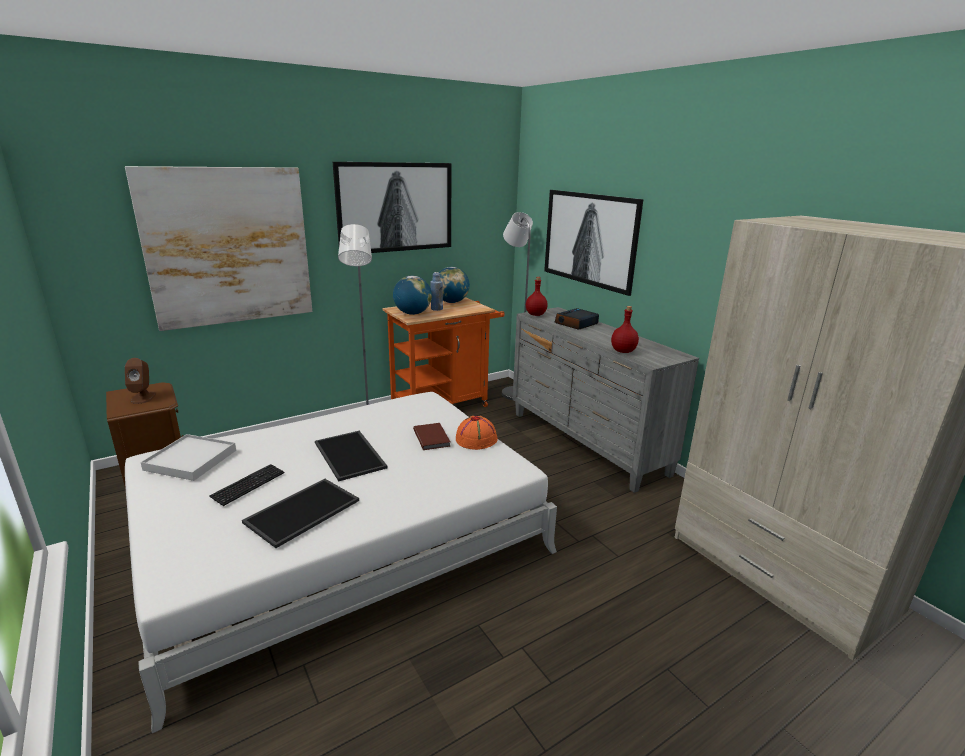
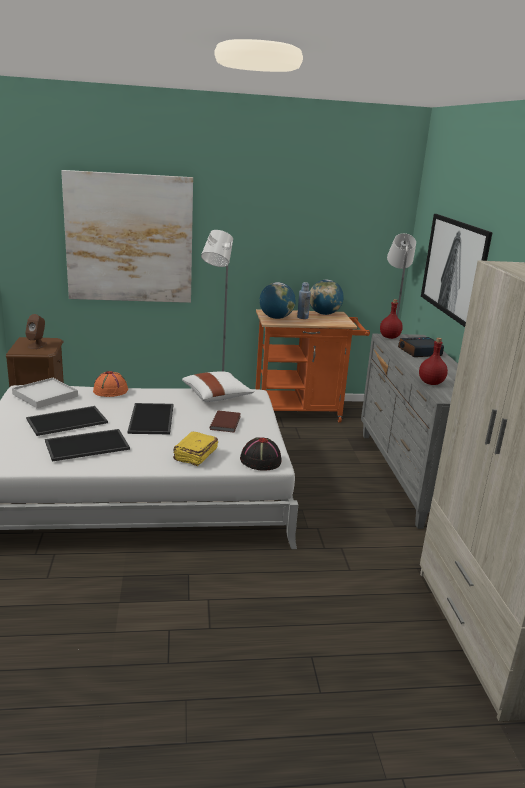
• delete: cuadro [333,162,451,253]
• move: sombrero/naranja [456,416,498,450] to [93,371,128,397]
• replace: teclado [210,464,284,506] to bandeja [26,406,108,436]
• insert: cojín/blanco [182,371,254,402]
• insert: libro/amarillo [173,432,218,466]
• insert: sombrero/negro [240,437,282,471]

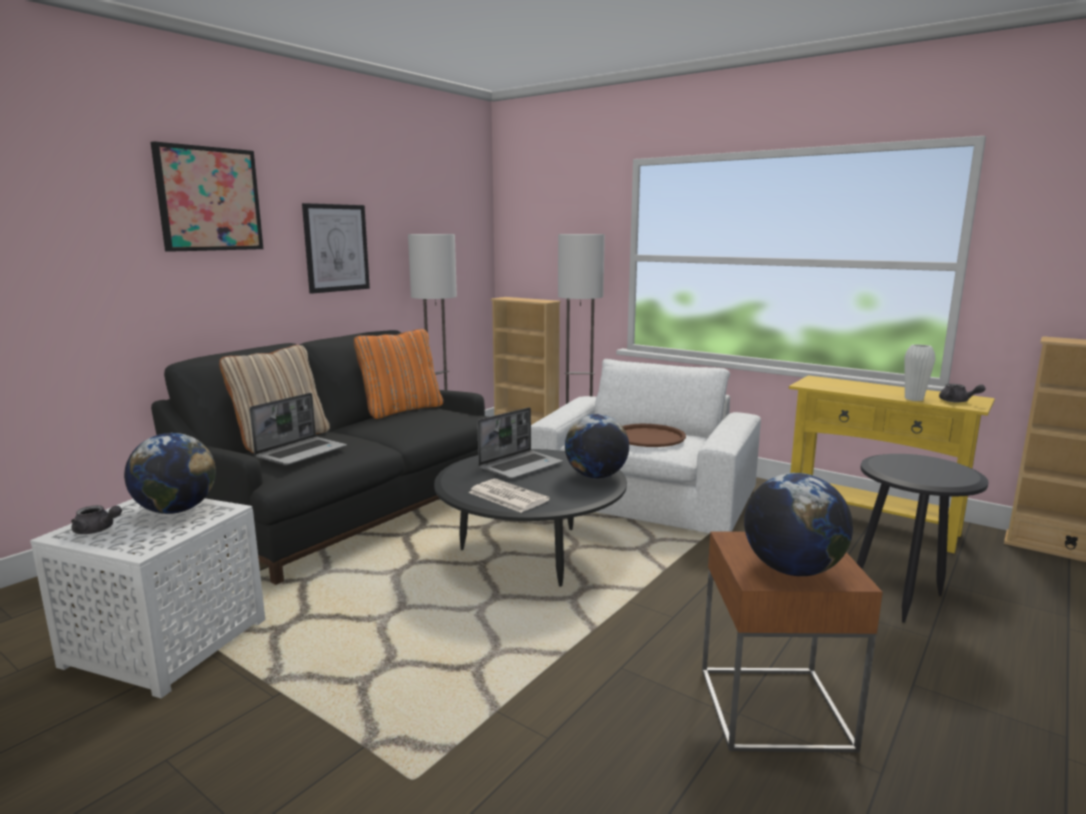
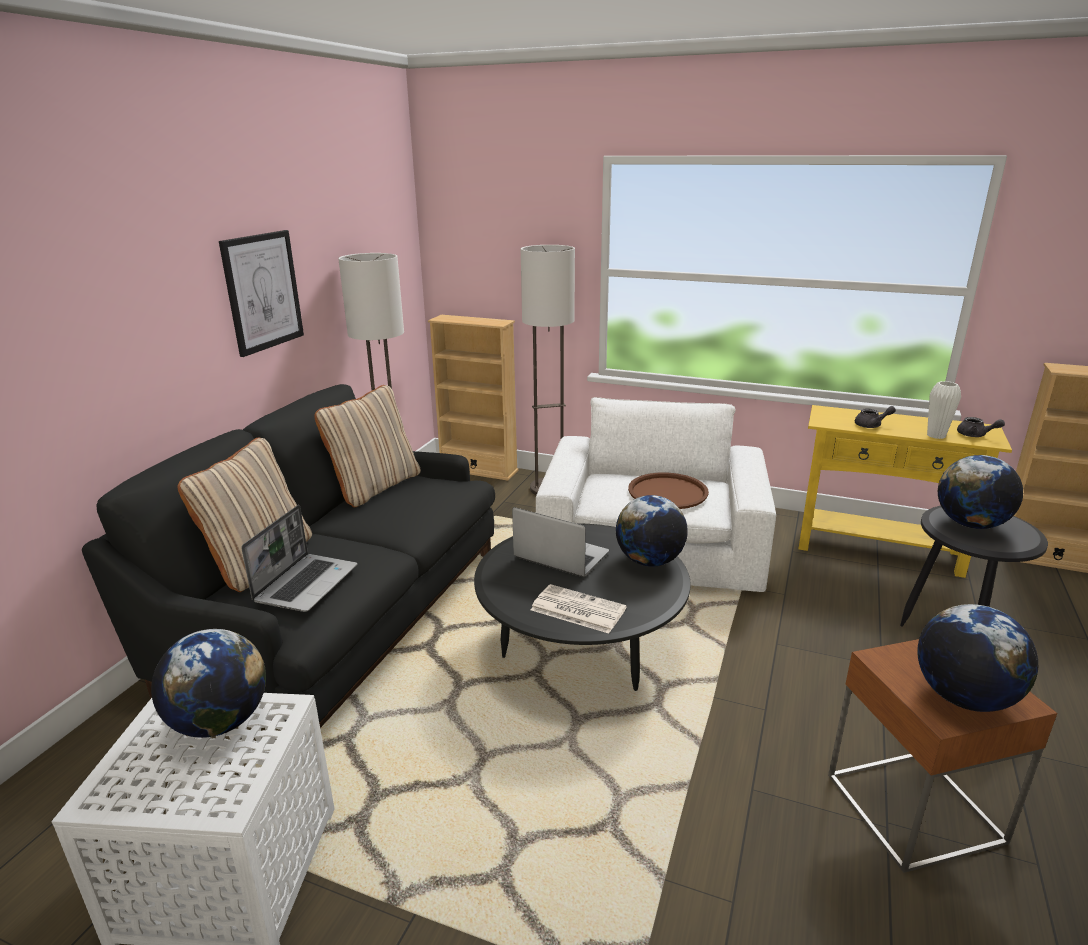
• delete: cuadro [151,141,263,252]
• recolor: cojín/naranja [354,329,443,419] to cojín/beis [314,385,421,507]
• rotate: portátil [477,407,563,479] = [512,507,609,577] 90 degrees counterclockwise
• move: tetera/gris [71,505,122,534] to [855,406,896,428]
• insert: globo terráqueo [938,455,1023,529]

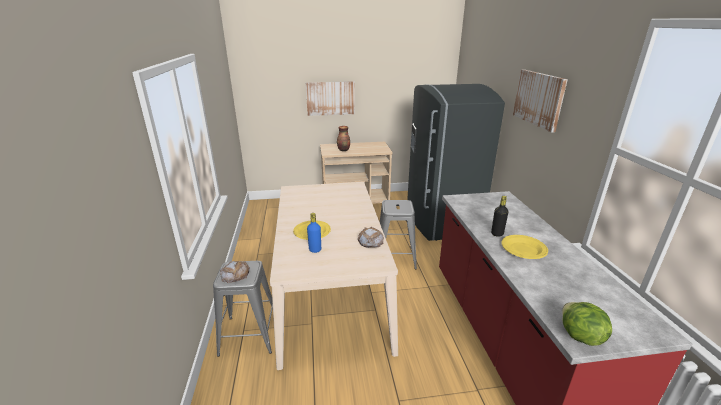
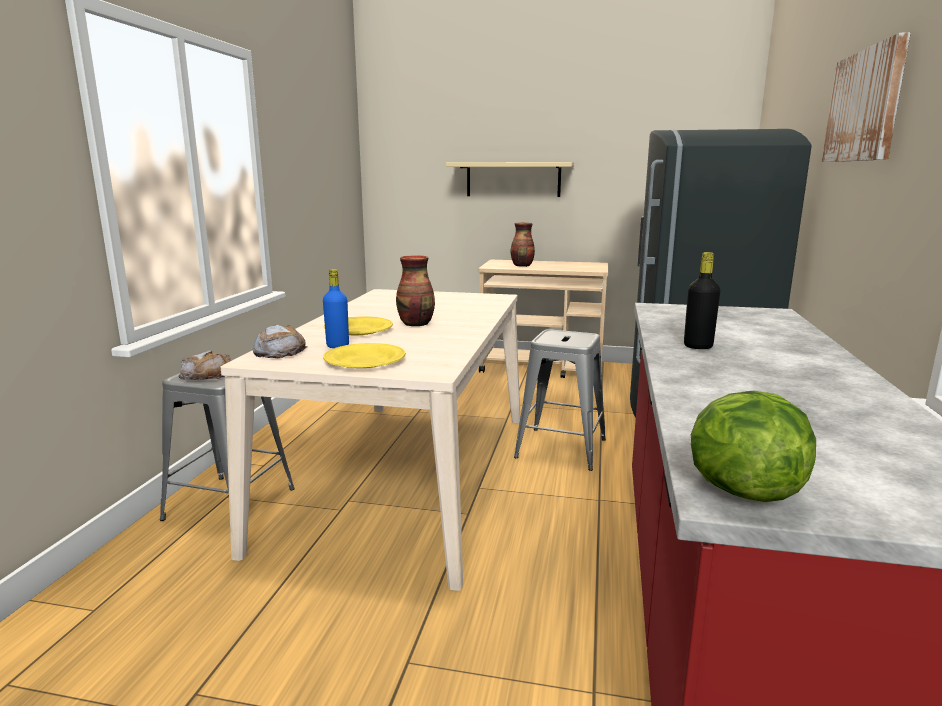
• replace: cuadro [306,81,355,116] to estante/beis [446,162,574,197]
• move: pan [358,227,384,248] to [252,324,307,358]
• move: plato/amarillo [501,235,548,259] to [323,343,406,368]
• insert: florero [396,255,435,326]

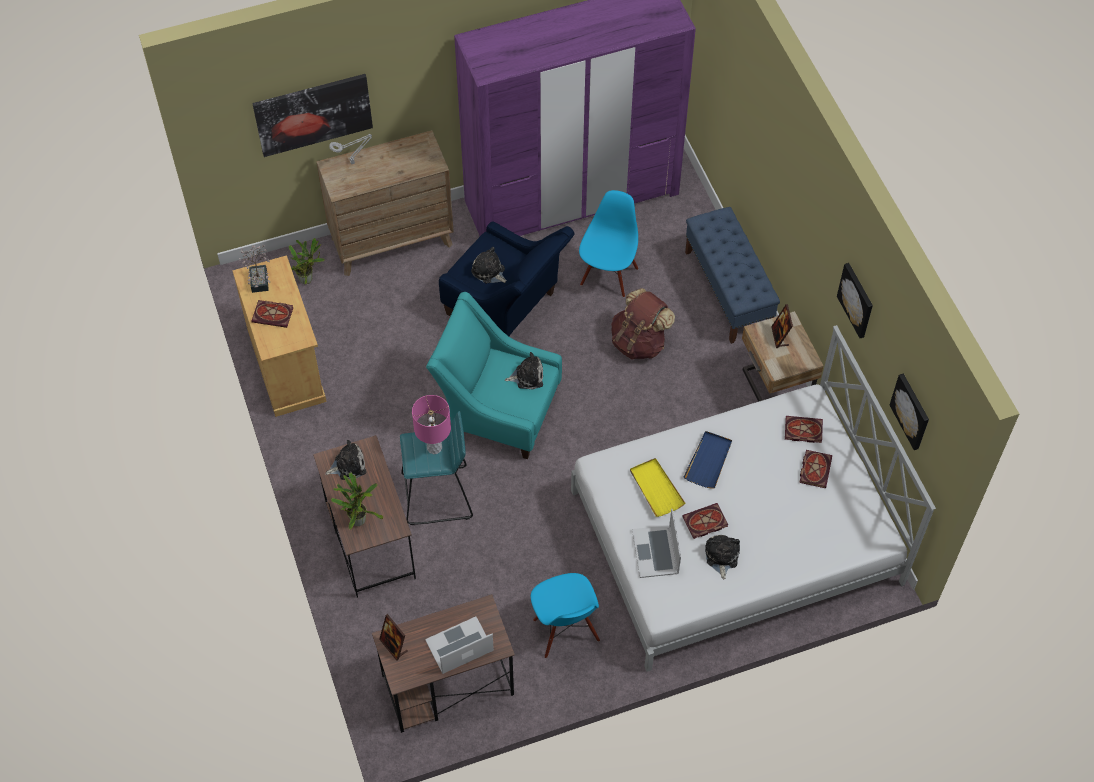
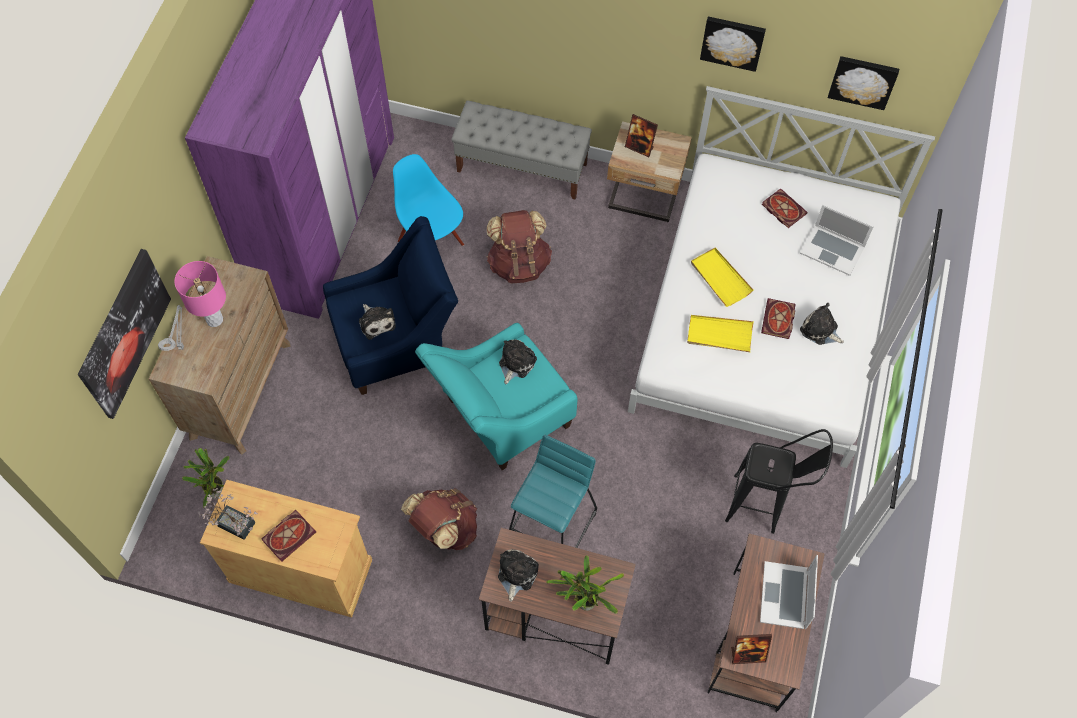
• recolor: banco/azul [685,207,780,344] to banco/gris [452,100,592,200]
• rotate: peluche [471,247,507,283] = [359,304,396,340] 105 degrees counterclockwise
• move: lámpara de mesa/rosa [412,395,451,454] to [174,261,226,327]
• delete: libro [785,416,823,443]
• recolor: bandeja/azul [683,431,732,489] to bandeja/amarillo [691,248,753,307]
• move: portátil [632,509,681,578] to [800,205,873,276]
• replace: silla/azul [531,573,600,658] to taburete/negro [725,429,833,534]
• insert: mochila/marrón [401,488,477,550]

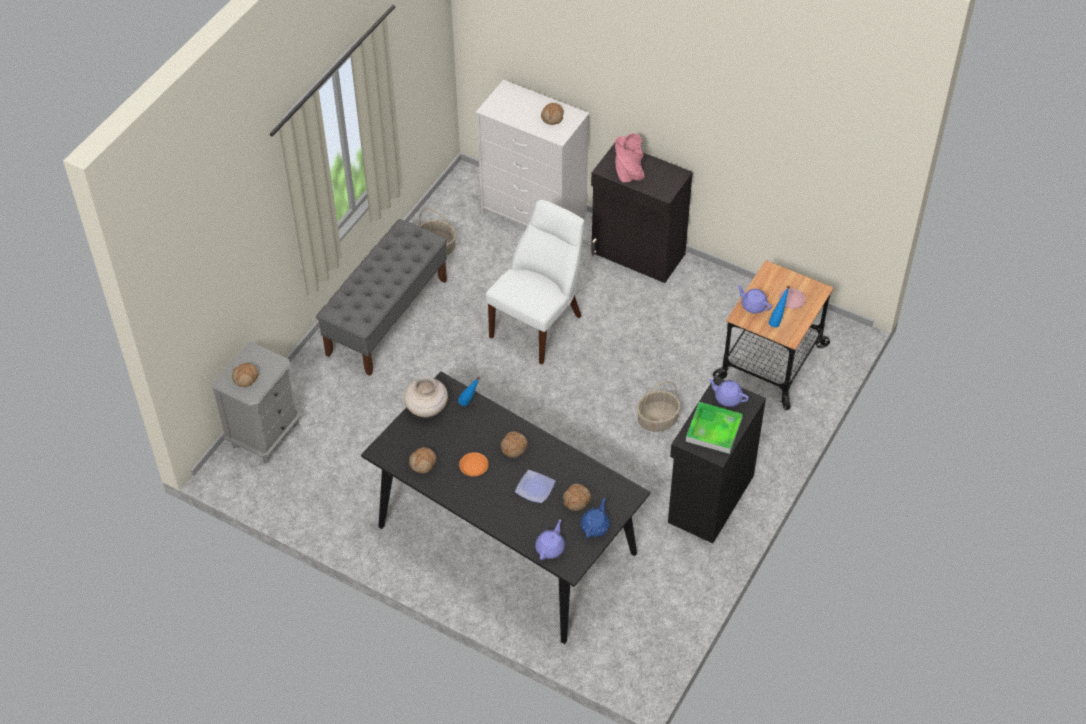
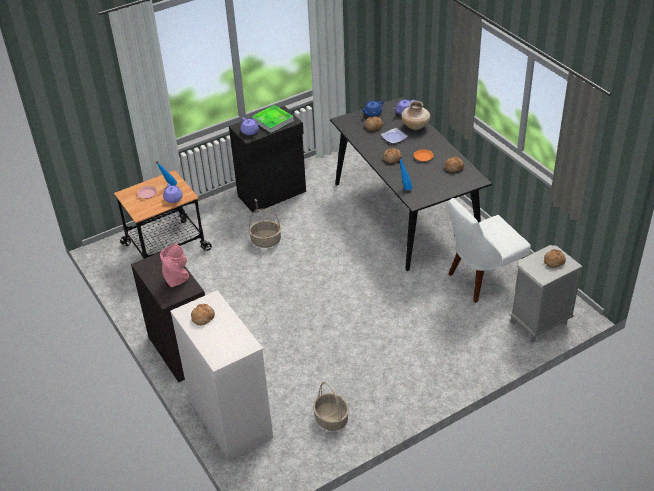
• move: silla/blanco [486,200,584,364] to [449,198,531,303]
• delete: banco/gris [316,219,447,376]
• move: florero/beis [404,376,448,417] to [401,101,430,130]

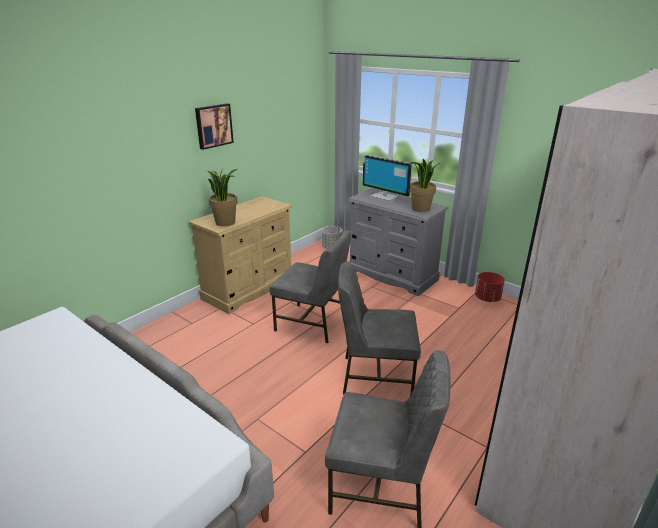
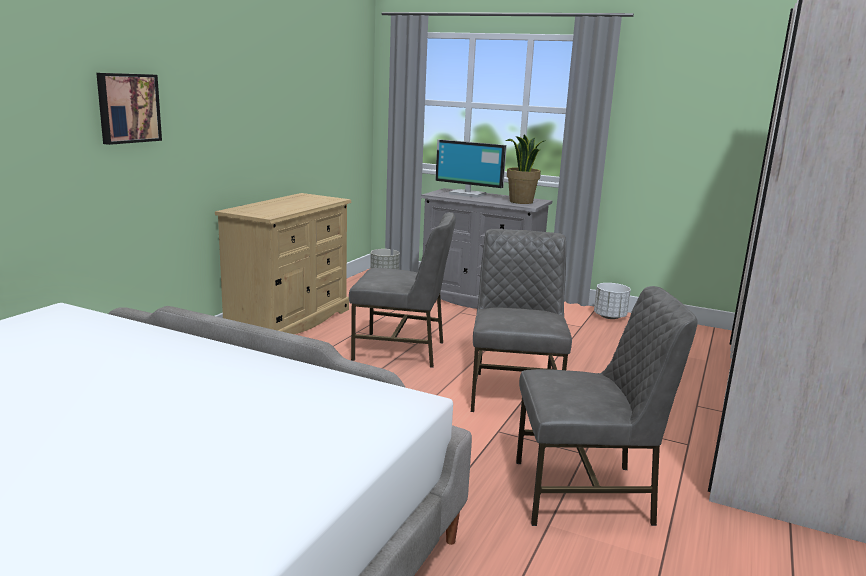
• move: cuadro [195,103,234,150] to [96,73,162,145]
• delete: planta en maceta [208,169,238,226]
• rotate: silla/gris [338,262,421,396] = [471,229,572,412] 105 degrees clockwise
• recolor: maceta/rojo [475,272,505,302] to maceta/blanco [594,283,631,319]

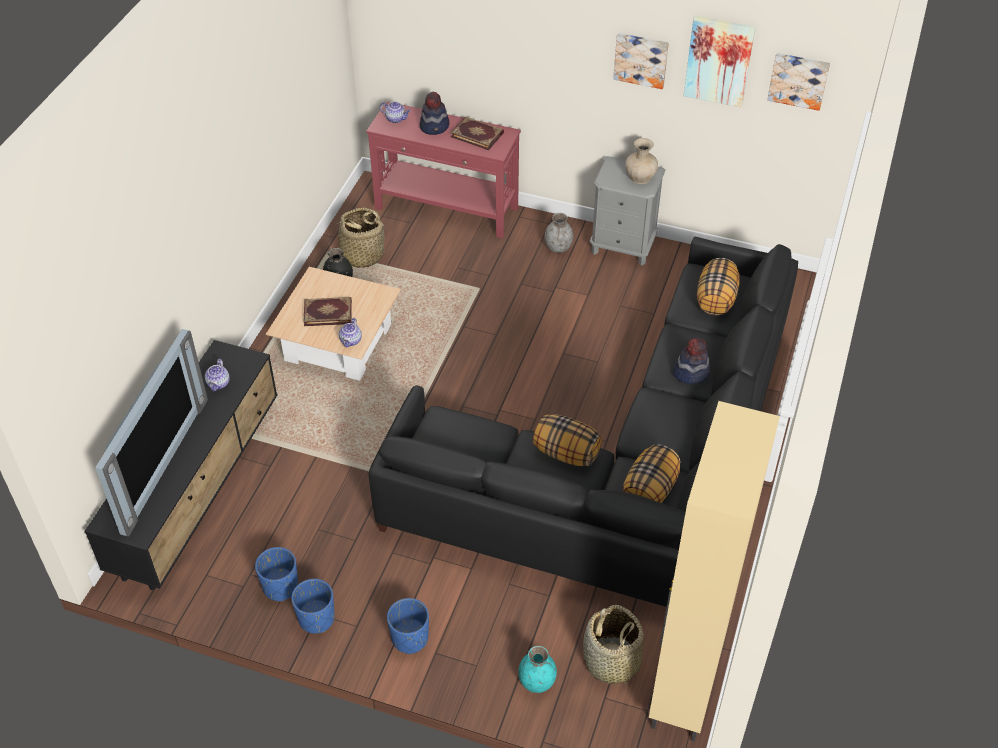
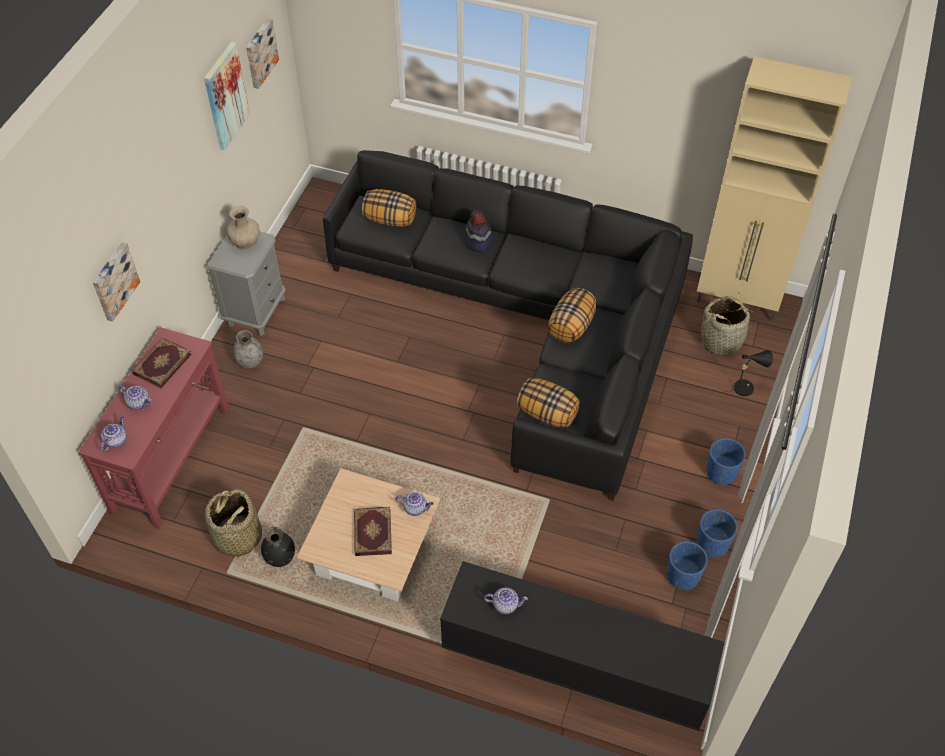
• move: cuadro [613,33,669,89] to [93,242,140,322]
• replace: sombrero [420,91,449,135] to tetera [119,386,151,410]
• delete: televisor [95,329,208,537]
• move: cojín [623,444,680,503] to [517,378,580,427]
• replace: florero/turquesa [518,646,557,693] to lámpara de mesa/negro [726,350,773,396]

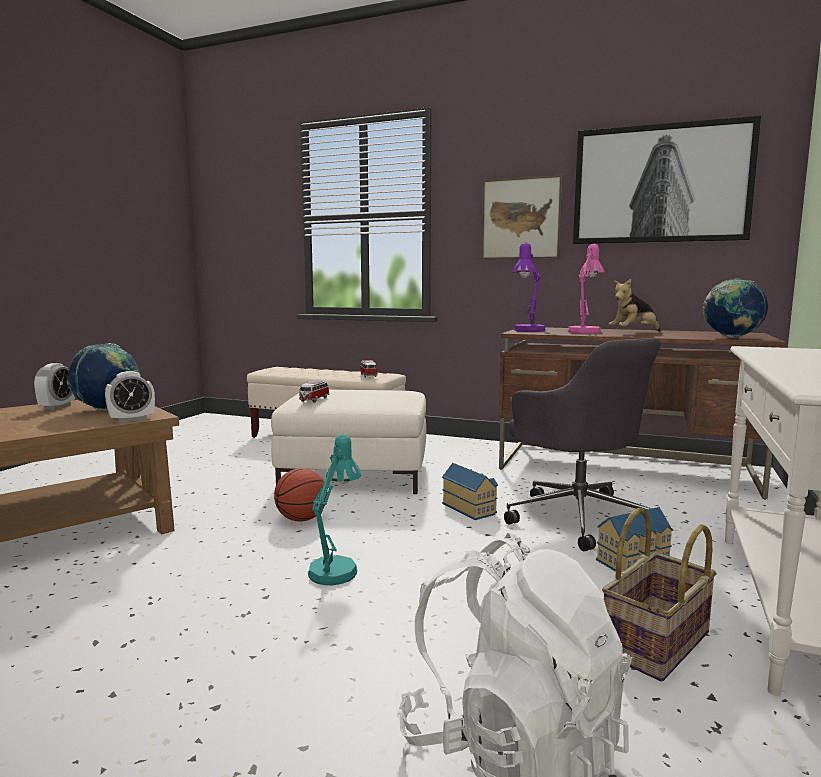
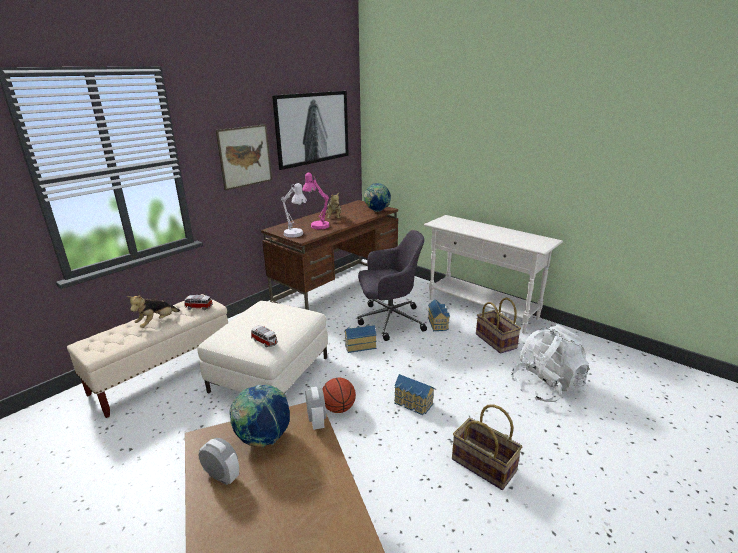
• recolor: lámpara de mesa/morado [513,242,546,332] to lámpara de mesa/blanco [281,183,307,238]
• replace: lámpara de mesa/turquesa [308,434,361,585] to casita [394,374,435,415]
• insert: peluche [127,295,180,328]
• insert: cesta [452,404,522,490]

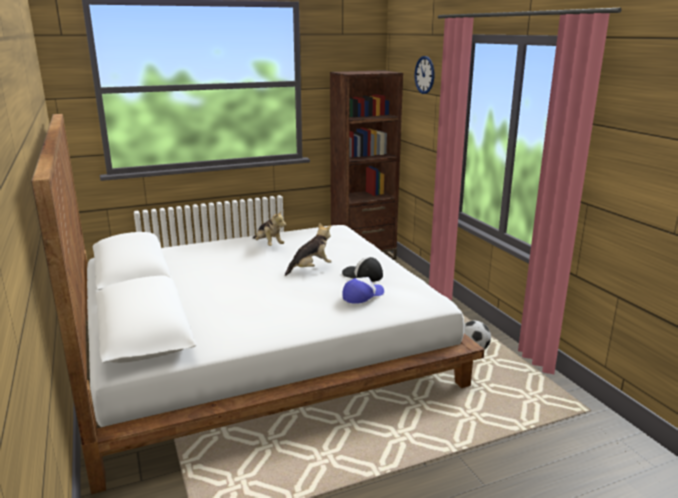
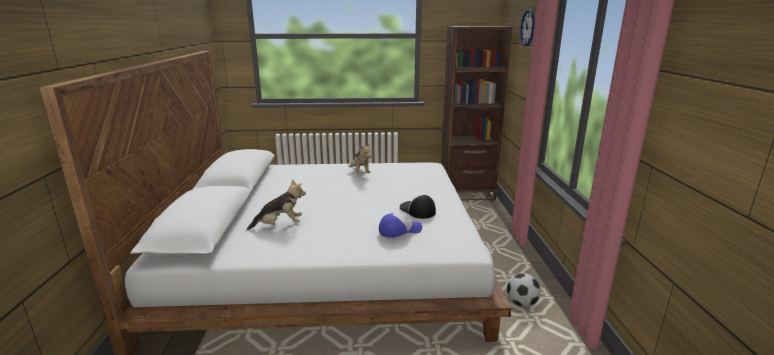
• move: peluche [285,223,332,276] to [247,179,306,230]

